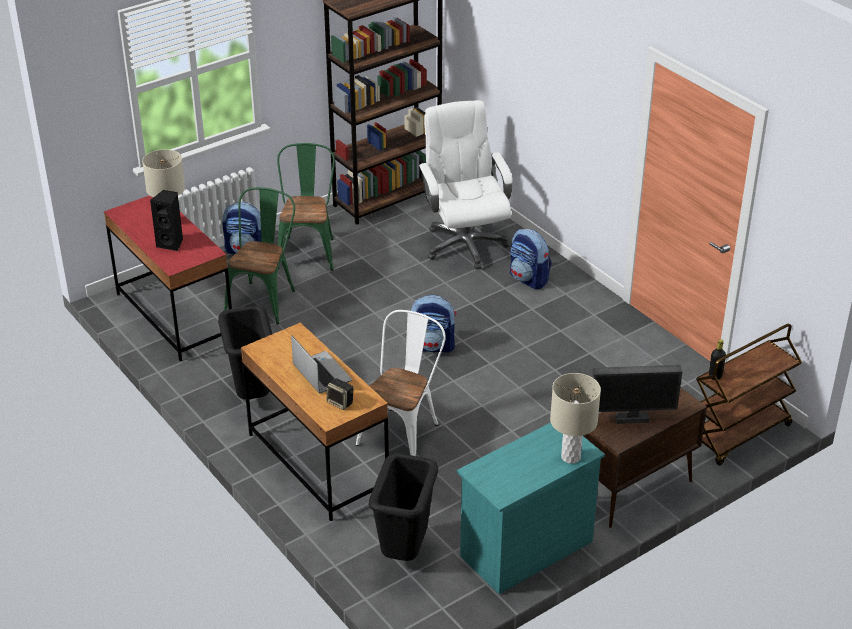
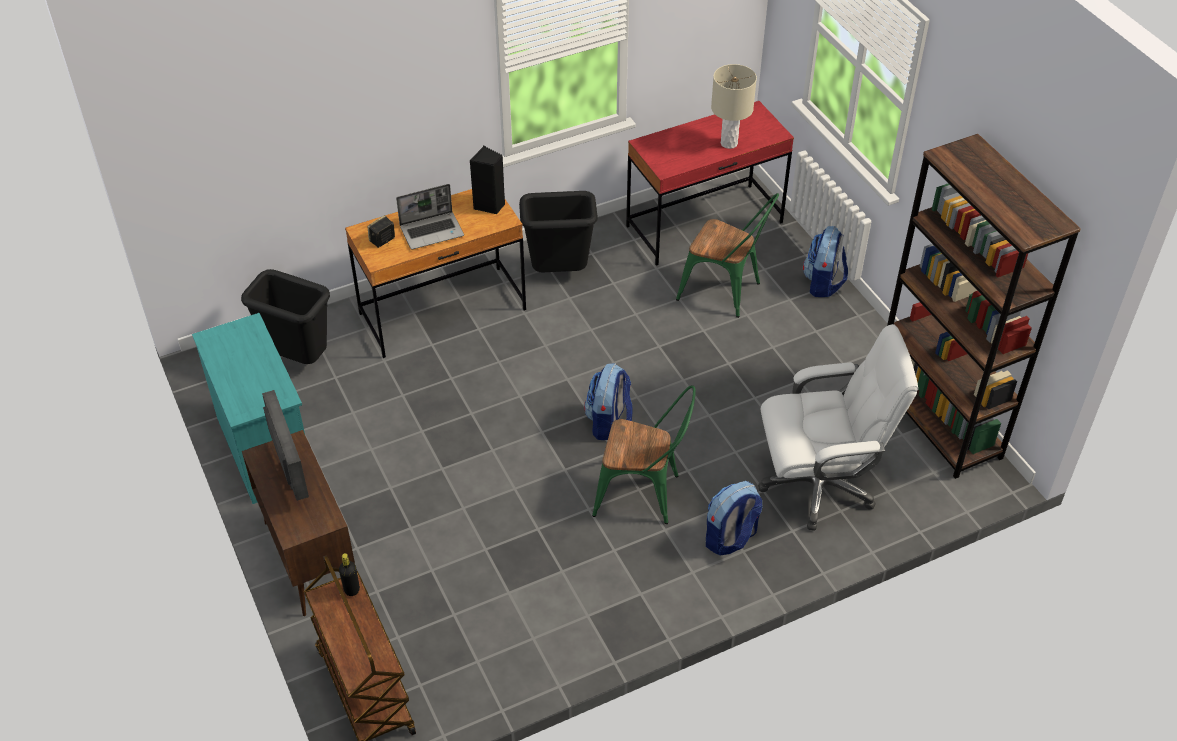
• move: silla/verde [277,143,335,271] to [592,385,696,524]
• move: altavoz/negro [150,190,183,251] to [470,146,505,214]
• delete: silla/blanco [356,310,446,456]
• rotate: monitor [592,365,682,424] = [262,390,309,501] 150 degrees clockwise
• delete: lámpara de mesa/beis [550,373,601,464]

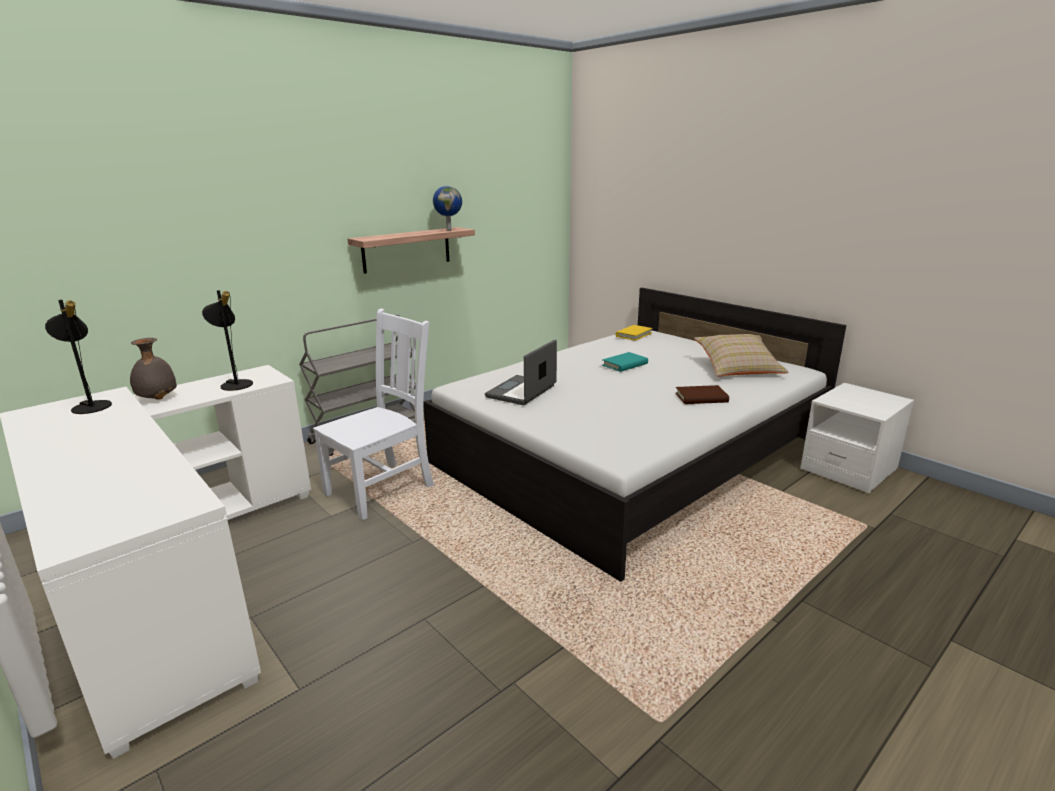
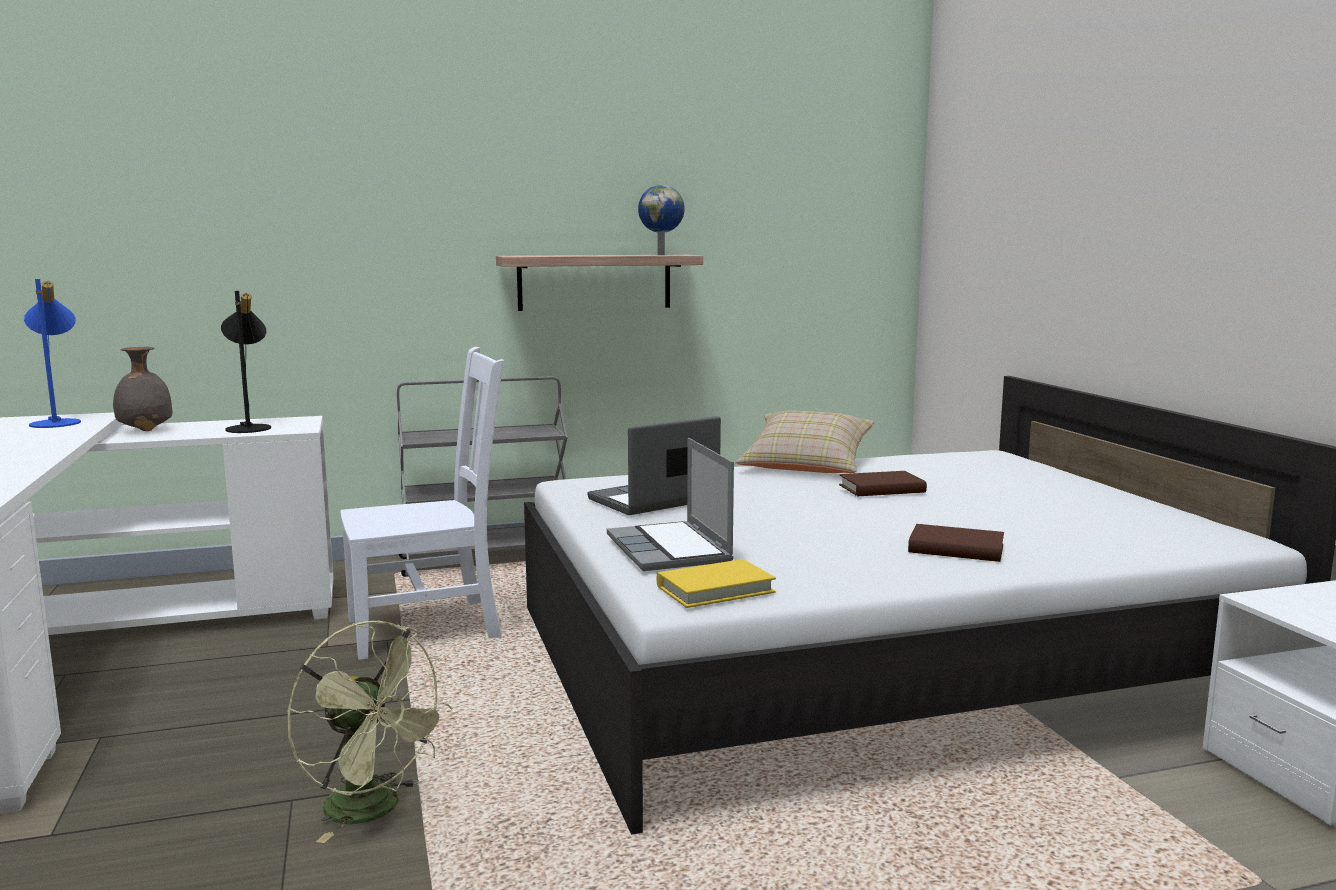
• recolor: lámpara de mesa/negro [45,300,112,414] to lámpara de mesa/azul [24,279,81,428]
• move: libro/amarillo [616,325,653,341] to [657,559,776,608]
• move: cojín/beis [694,334,788,377] to [735,411,874,473]
• recolor: libro/turquesa [602,352,648,372] to libro/marrón [839,471,927,496]
• insert: portátil [607,438,734,571]
• insert: ventilador/verde [287,621,453,843]

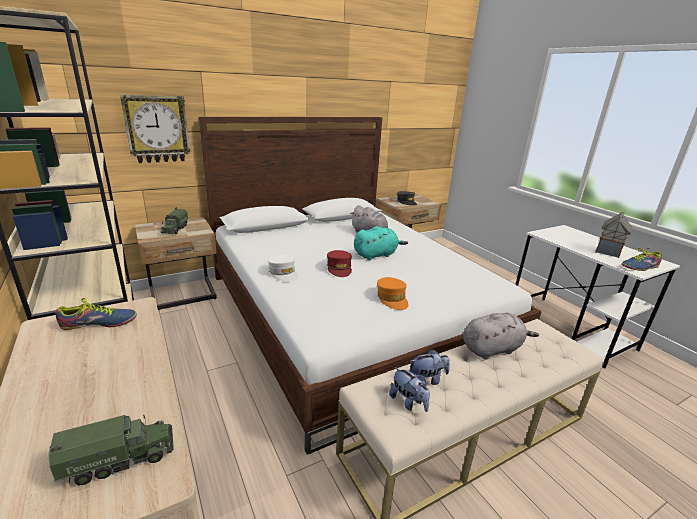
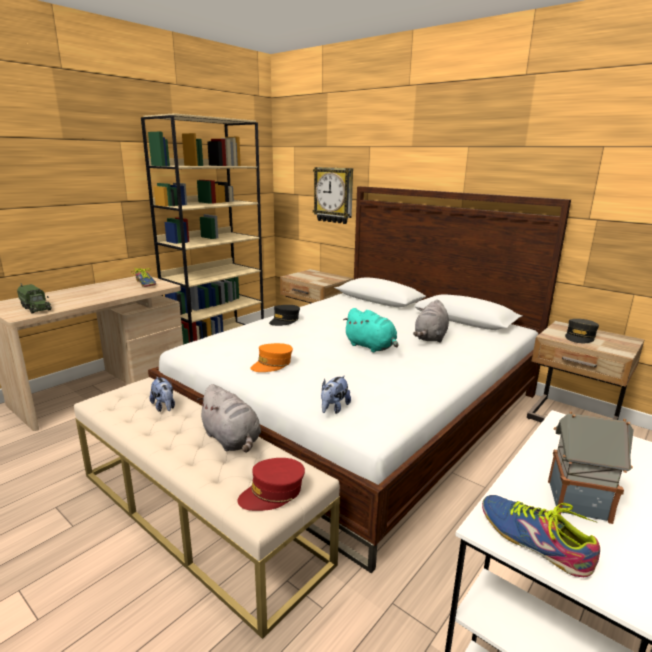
• delete: camión de juguete [161,207,188,234]
• move: gorra/rojo [327,250,352,277] to [238,458,305,511]
• recolor: gorra/blanco [268,254,297,282] to gorra/negro [269,305,300,326]
• move: peluche [389,367,430,412] to [321,375,351,414]

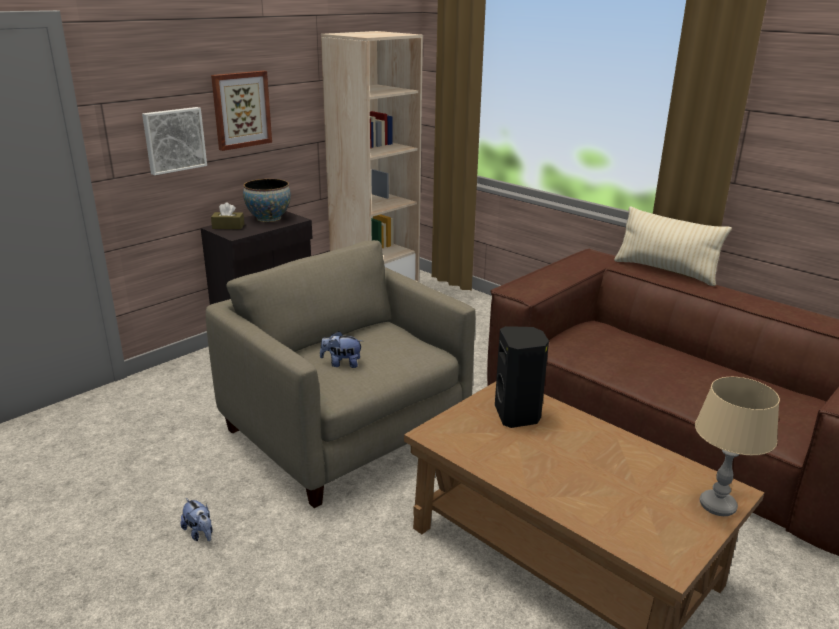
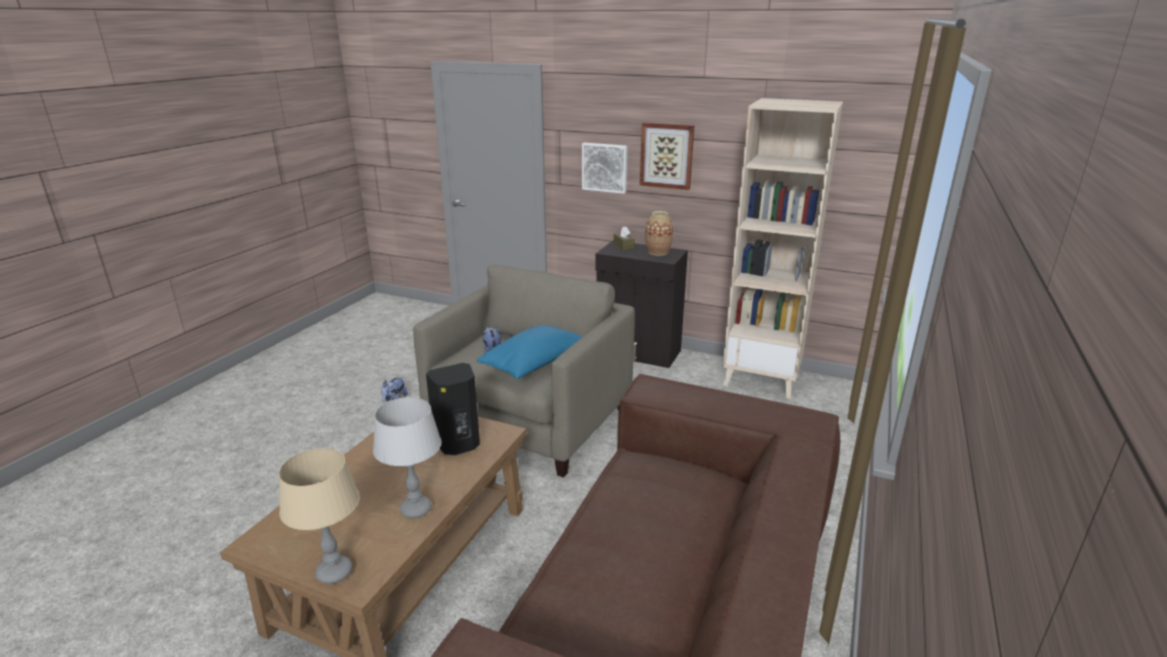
• replace: cuenco [243,179,291,222] to florero [645,211,673,256]
• delete: cojín/beis [614,206,732,286]
• insert: cojín/azul [477,325,583,379]
• insert: lámpara de mesa/gris [373,397,441,519]

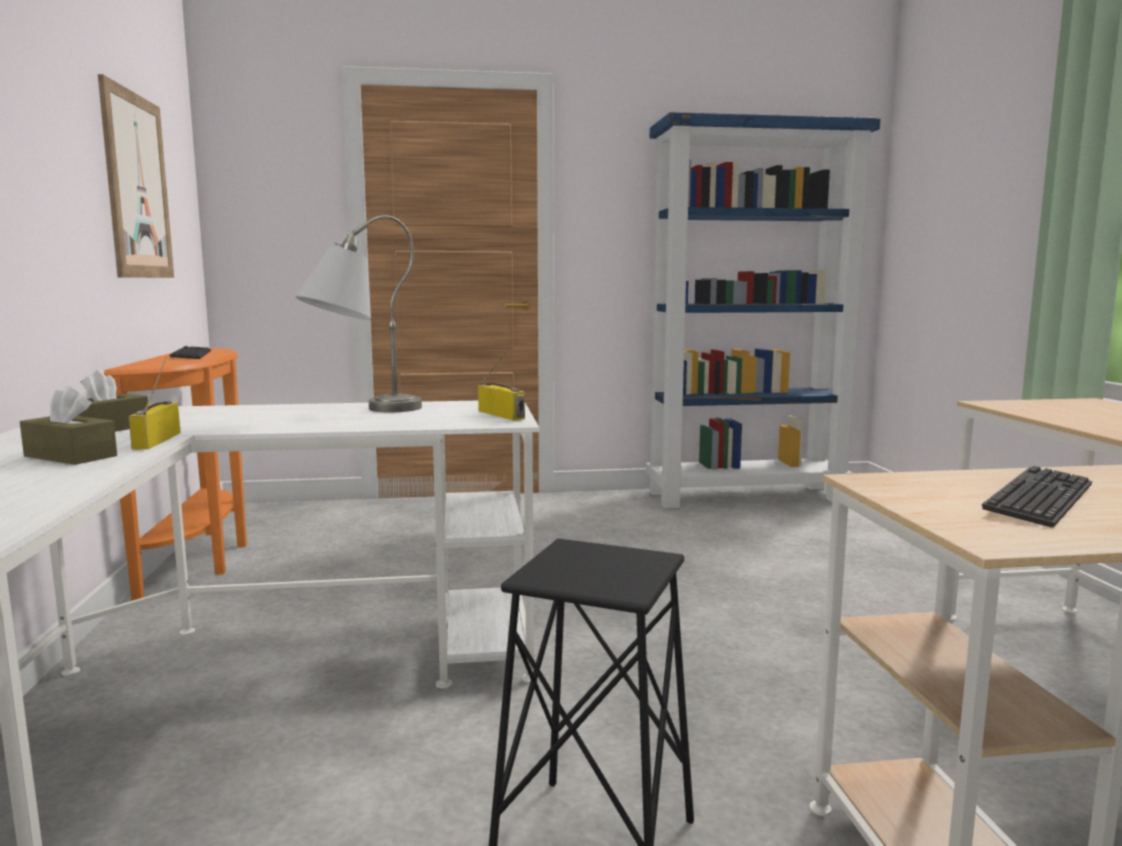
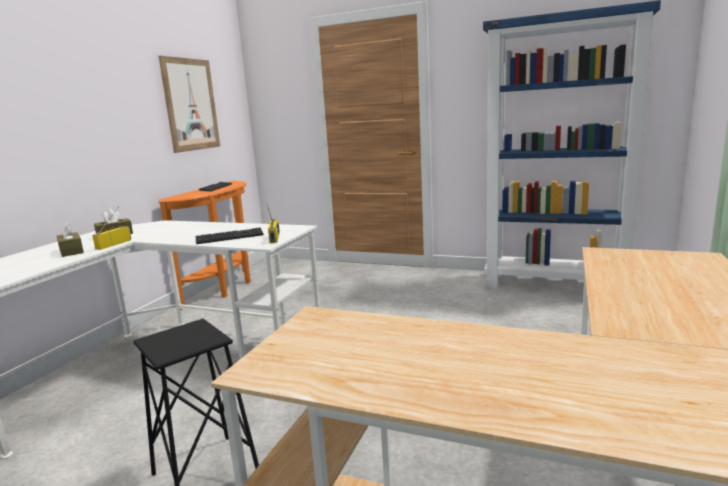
• delete: lámpara de mesa/gris [296,215,422,412]
• move: teclado [982,466,1092,527] to [195,227,264,244]

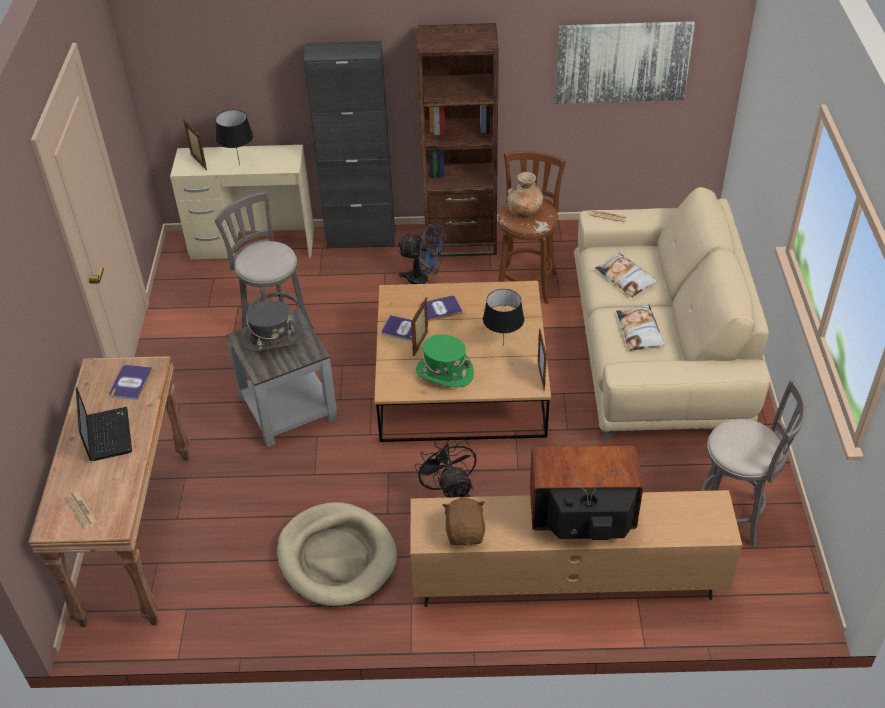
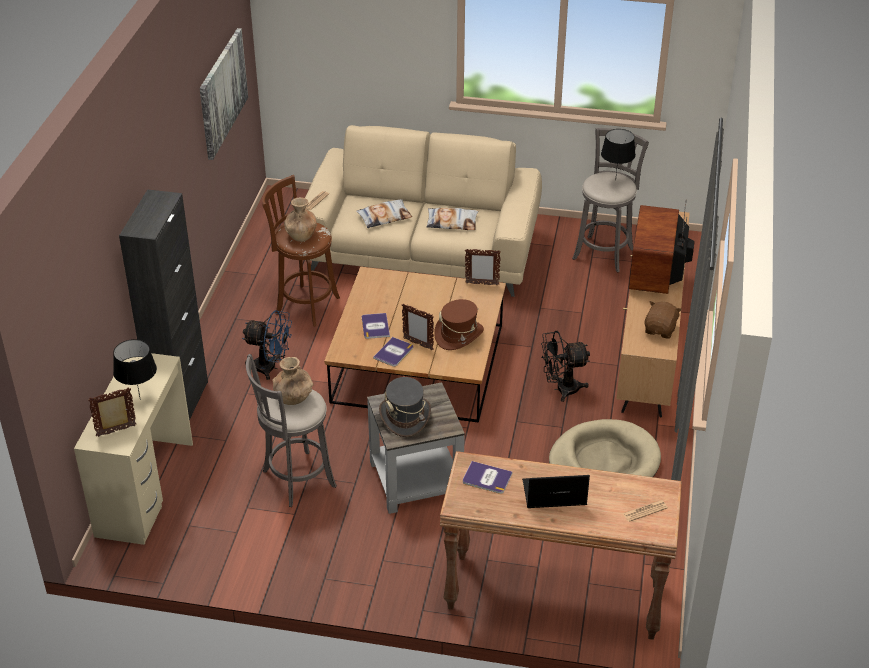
• delete: estantería/marrón [417,23,499,257]
• rotate: ventilador/azul [398,224,446,284] = [242,310,292,380] 75 degrees clockwise
• move: lámpara de mesa/negro [483,289,524,342] to [601,129,636,181]
• recolor: sombrero/verde [416,334,474,388] to sombrero/marrón [434,299,484,350]
• rotate: peluche/marrón [443,498,485,546] = [645,301,682,339] 105 degrees clockwise
• insert: florero/marrón [273,357,313,405]

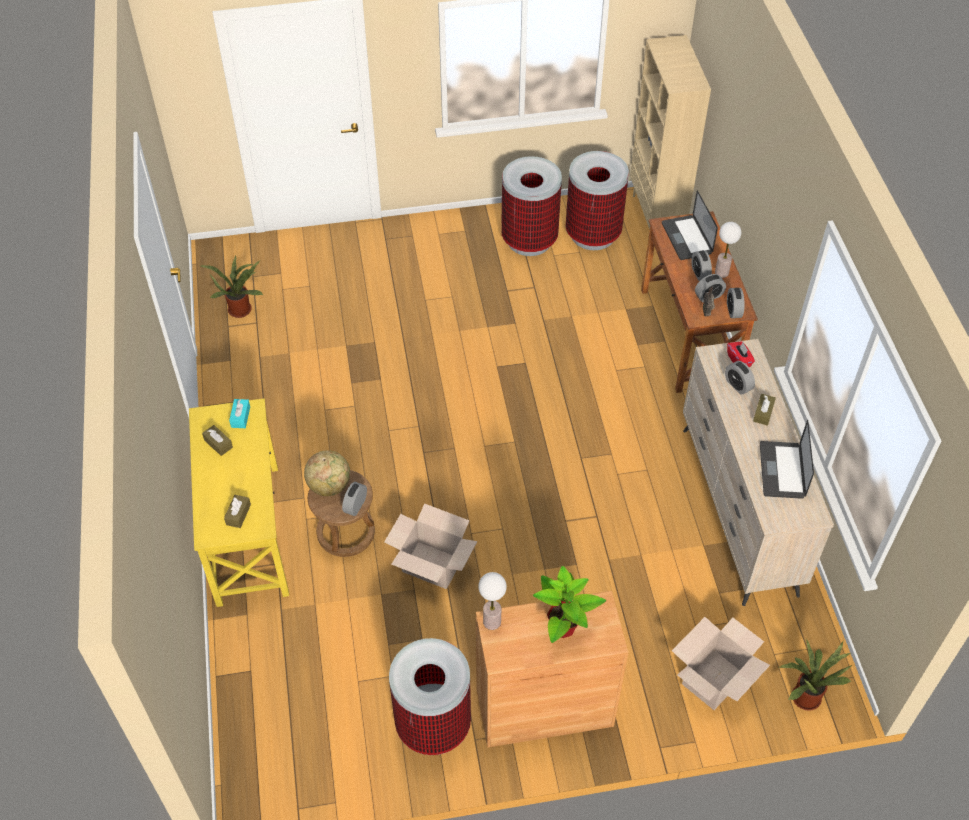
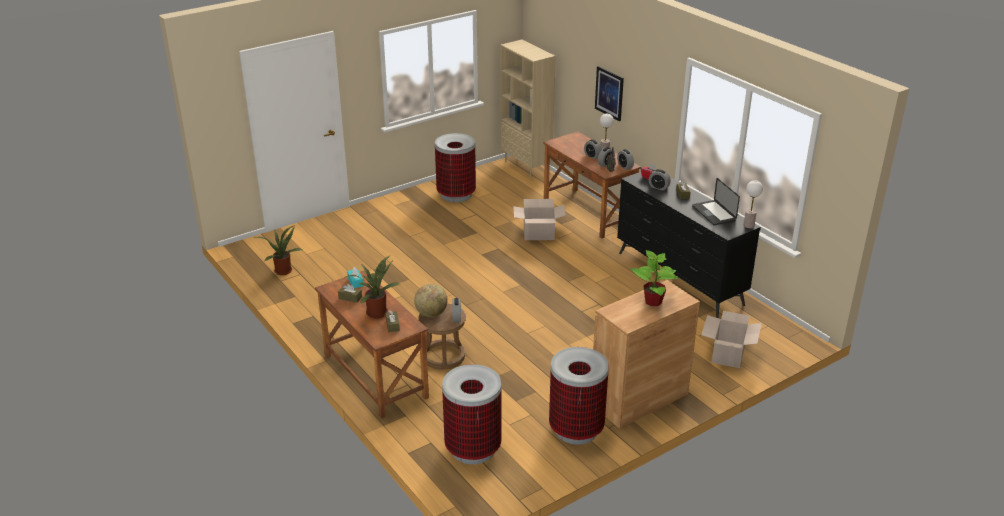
• move: papelera [566,151,629,250] to [442,364,502,464]
• delete: portátil [662,191,718,260]
• recolor: cómoda/beis [683,339,834,606] to cómoda/negro [617,169,761,318]
• recolor: escritorio/amarillo [189,398,289,607] to escritorio/marrón [315,270,429,419]
• move: caja de cartón [384,503,477,589] to [513,199,566,240]
• move: lámpara de mesa [478,572,507,630] to [744,180,763,228]
• move: planta en maceta [779,639,852,711] to [346,256,400,318]
• insert: cuadro [595,66,624,121]

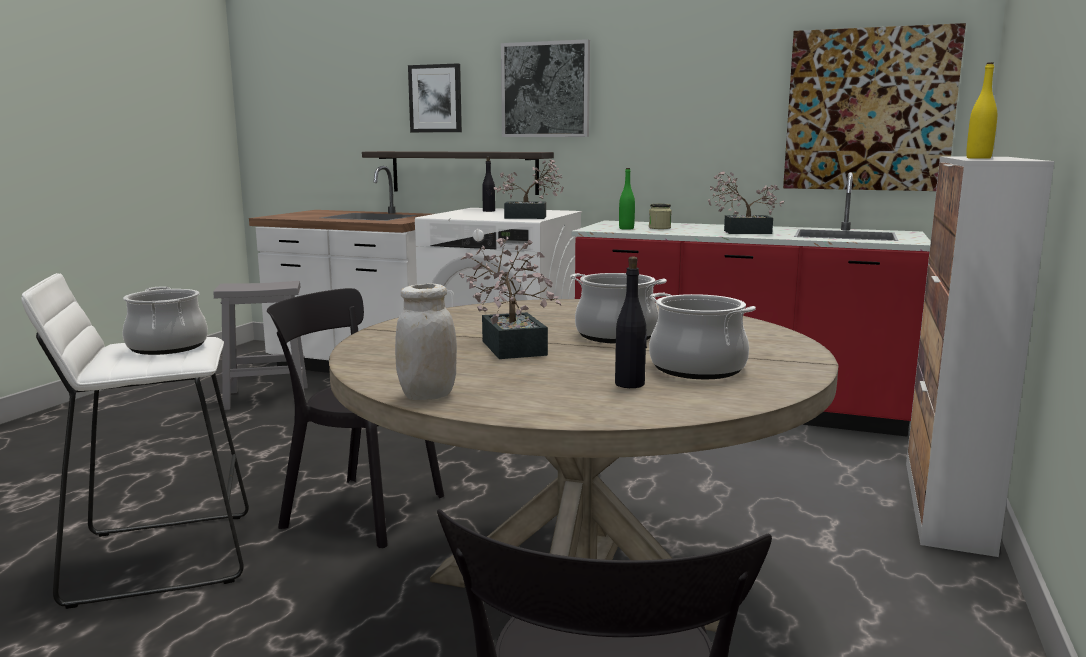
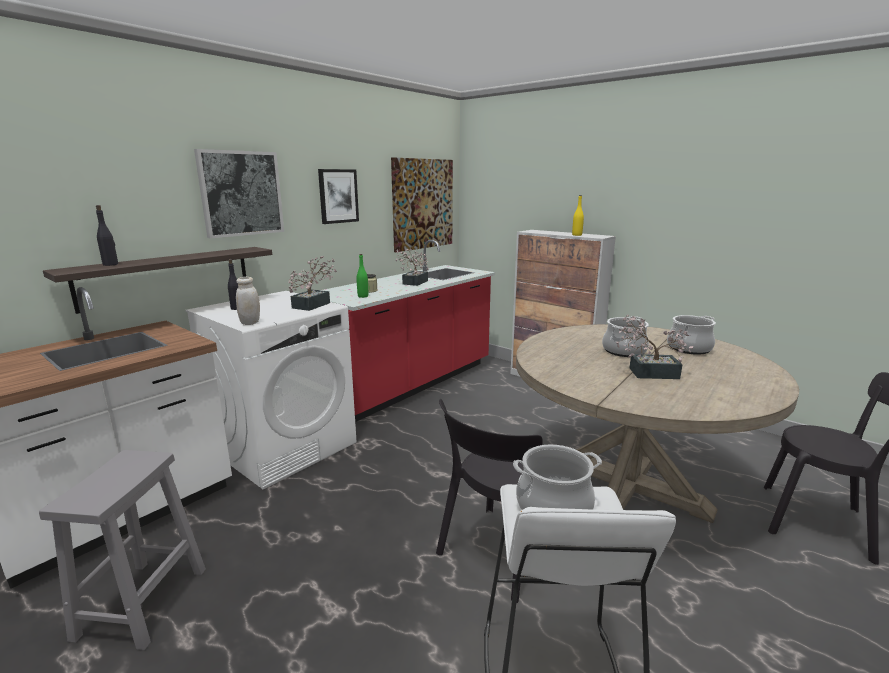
• move: cuadro [408,63,462,132] to [318,169,359,224]
• move: botella/negro [615,257,647,388] to [96,205,118,266]
• move: tarro/blanco [395,283,457,400] to [236,277,260,325]

